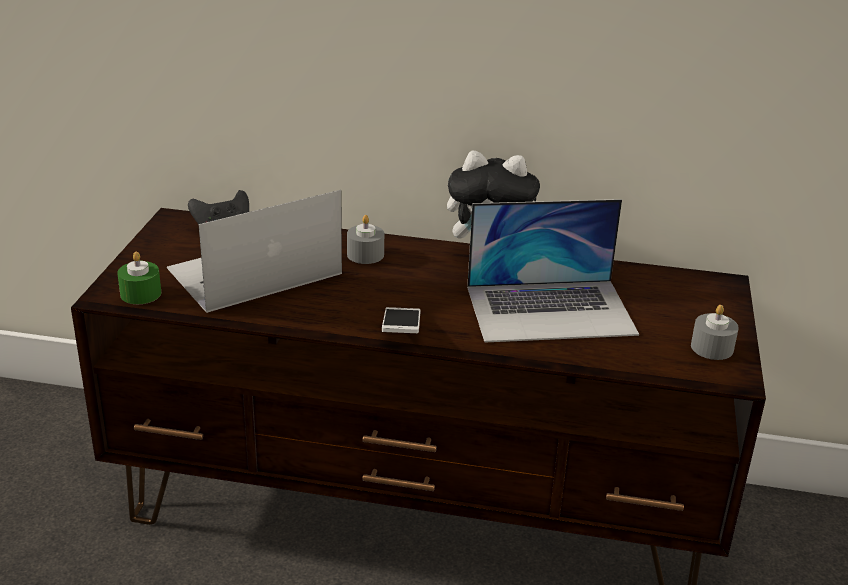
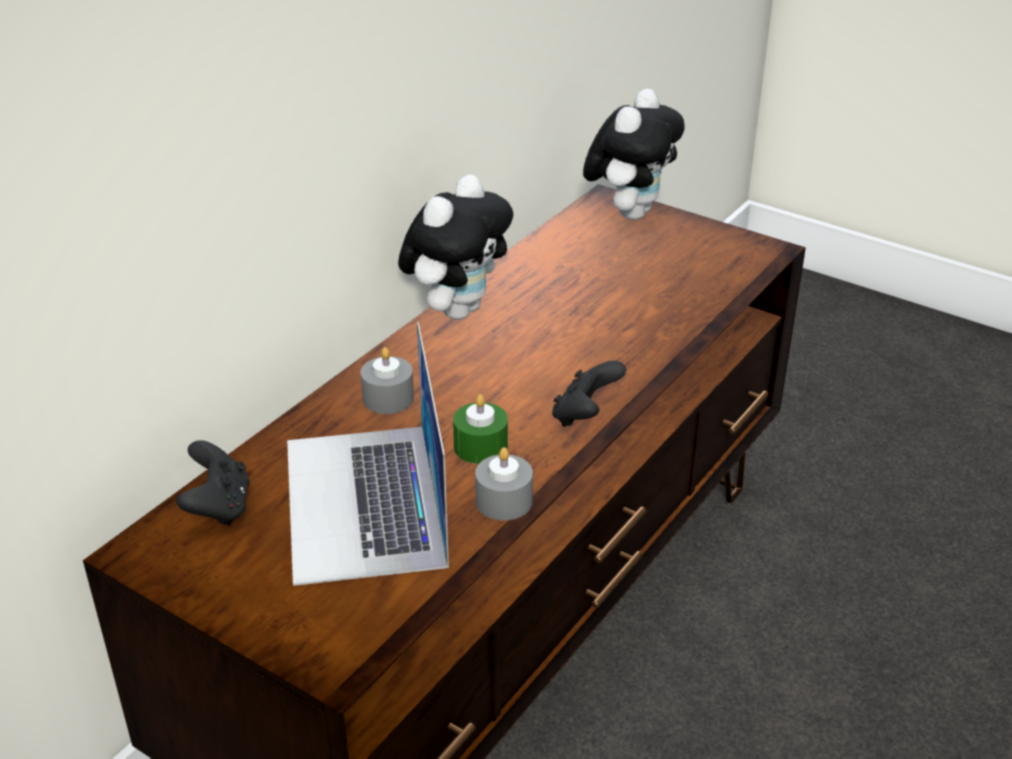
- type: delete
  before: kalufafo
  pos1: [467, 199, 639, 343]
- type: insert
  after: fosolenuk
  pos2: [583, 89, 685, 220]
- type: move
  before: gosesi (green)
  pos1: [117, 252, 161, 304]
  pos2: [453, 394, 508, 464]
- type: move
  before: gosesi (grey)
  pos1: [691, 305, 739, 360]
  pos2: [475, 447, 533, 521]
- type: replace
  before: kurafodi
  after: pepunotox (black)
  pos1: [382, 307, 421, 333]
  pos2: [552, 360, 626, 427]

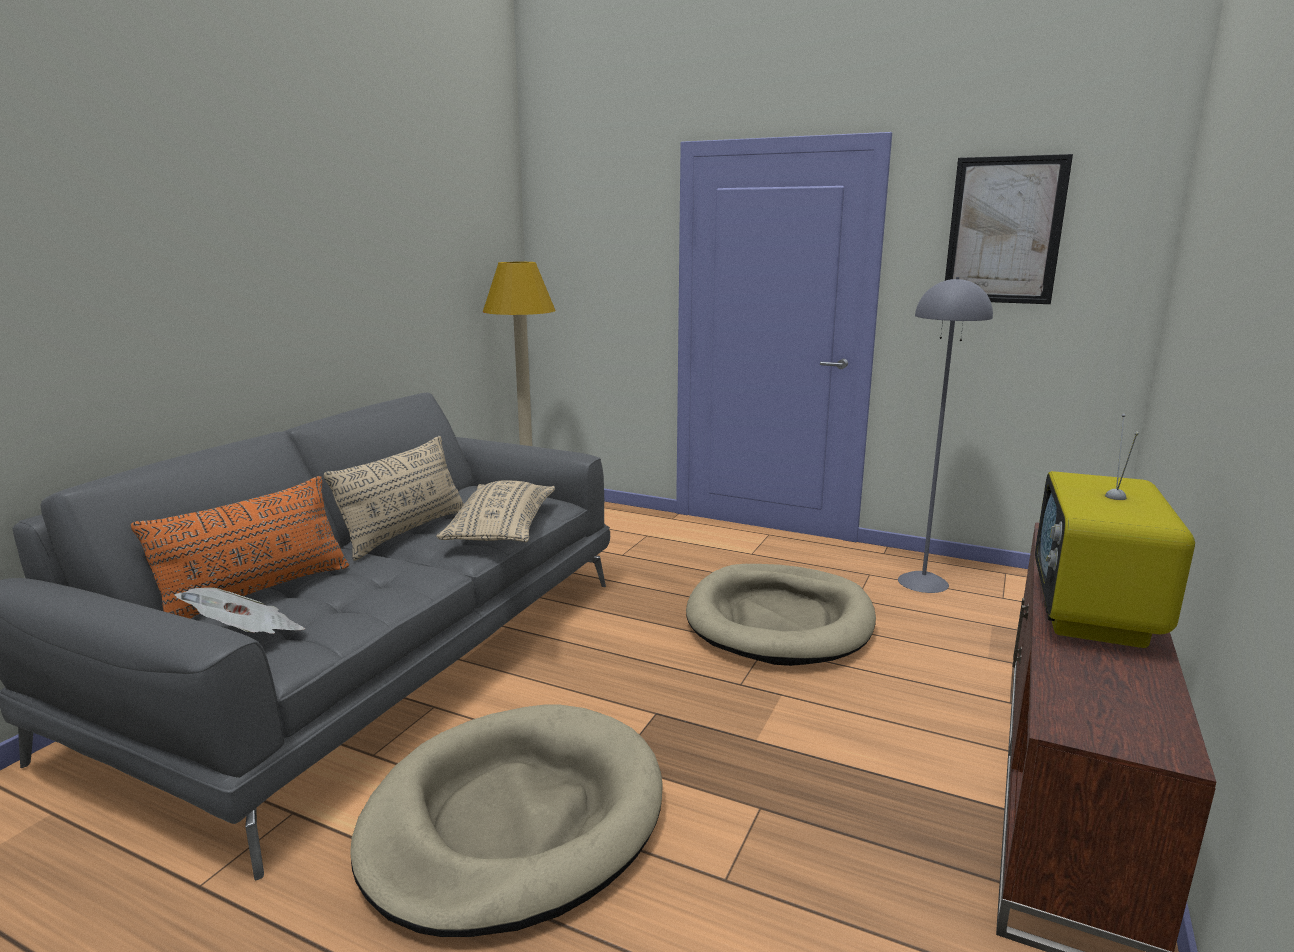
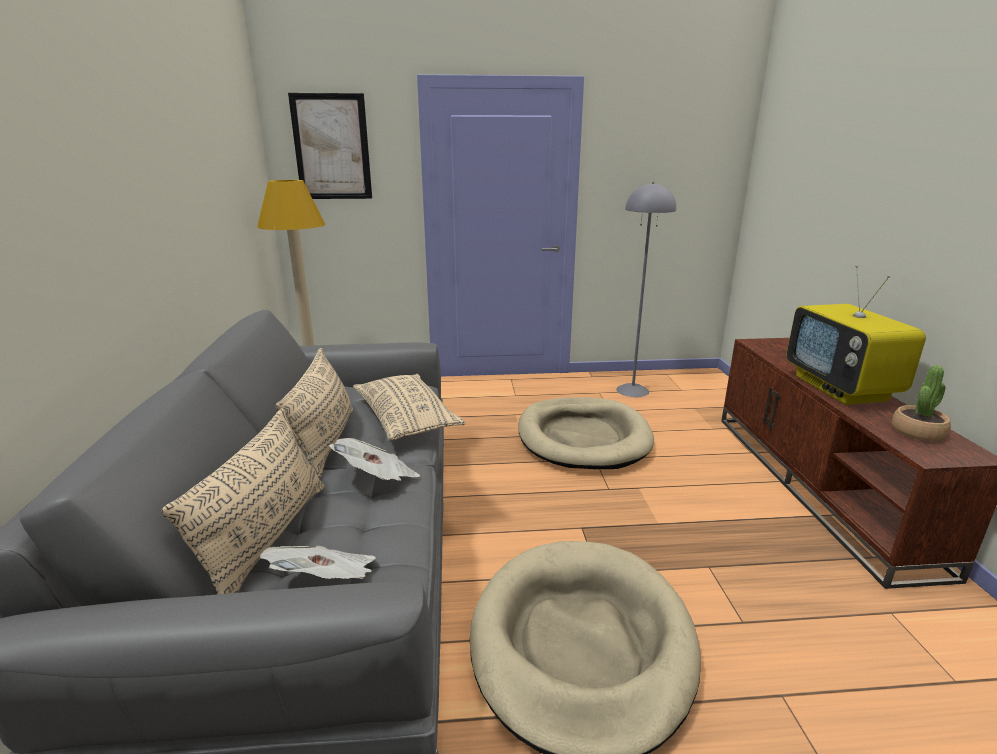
- type: insert
  after: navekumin
  pos2: [329, 438, 420, 481]
- type: insert
  after: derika
  pos2: [892, 365, 951, 442]
- type: move
  before: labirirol
  pos1: [945, 154, 1073, 304]
  pos2: [288, 93, 372, 199]
- type: recolor
  before: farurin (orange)
  after: farurin (beige)
  pos1: [131, 476, 349, 619]
  pos2: [162, 408, 324, 594]

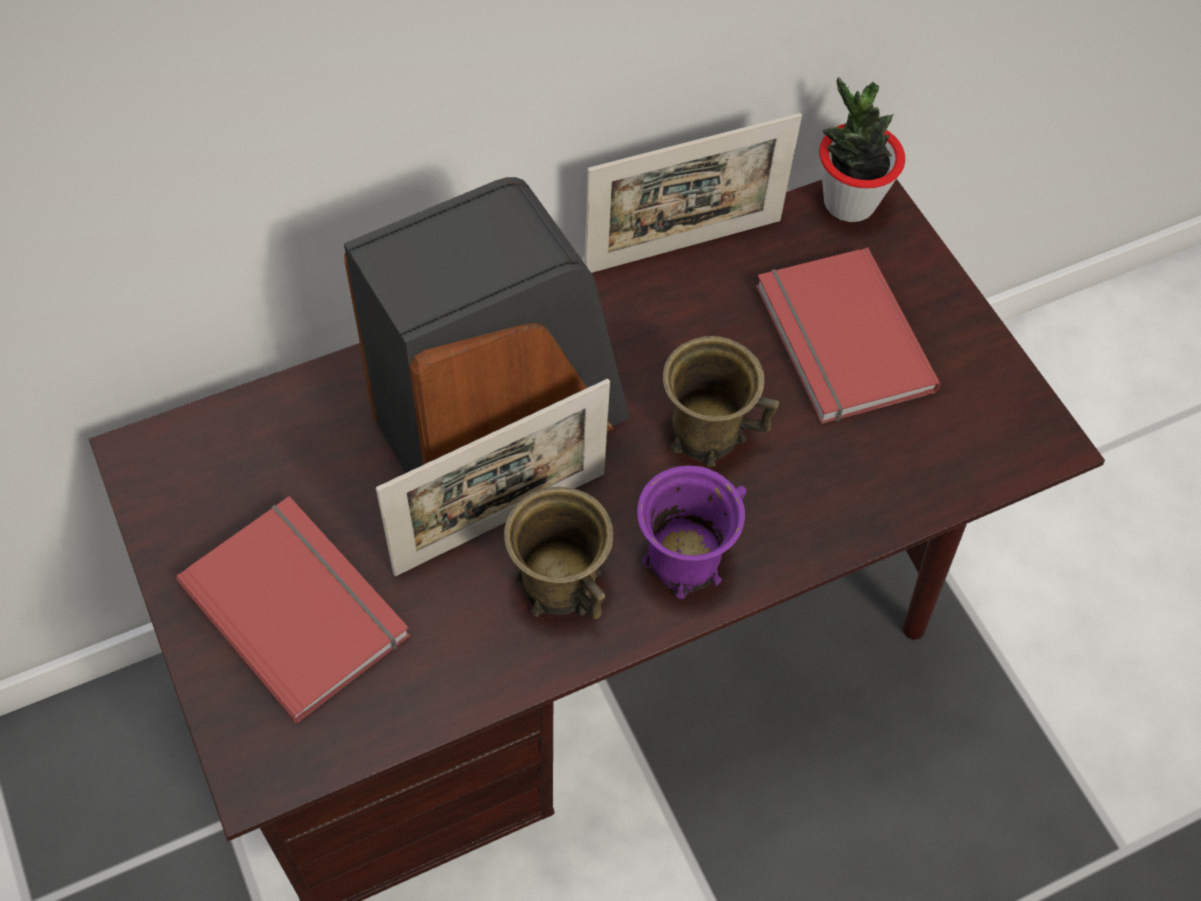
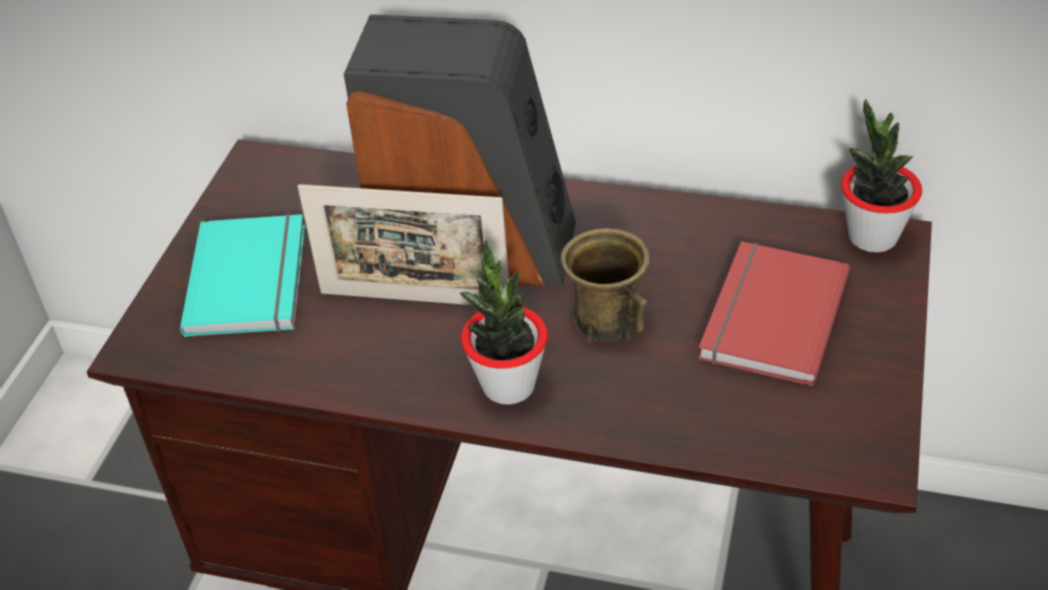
- type: delete
  before: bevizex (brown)
  pos1: [504, 487, 613, 619]
- type: delete
  before: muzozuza
  pos1: [584, 113, 802, 273]
- type: replace
  before: bevizex (purple)
  after: derika
  pos1: [637, 465, 746, 599]
  pos2: [460, 240, 548, 405]
- type: recolor
  before: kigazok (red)
  after: kigazok (turquoise)
  pos1: [176, 496, 410, 723]
  pos2: [180, 214, 305, 337]

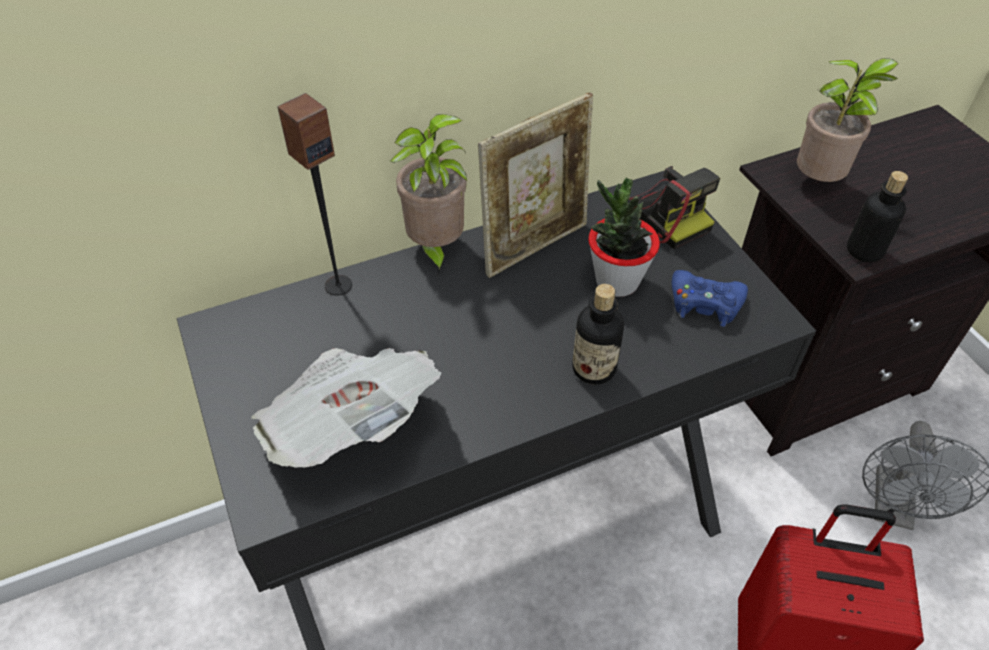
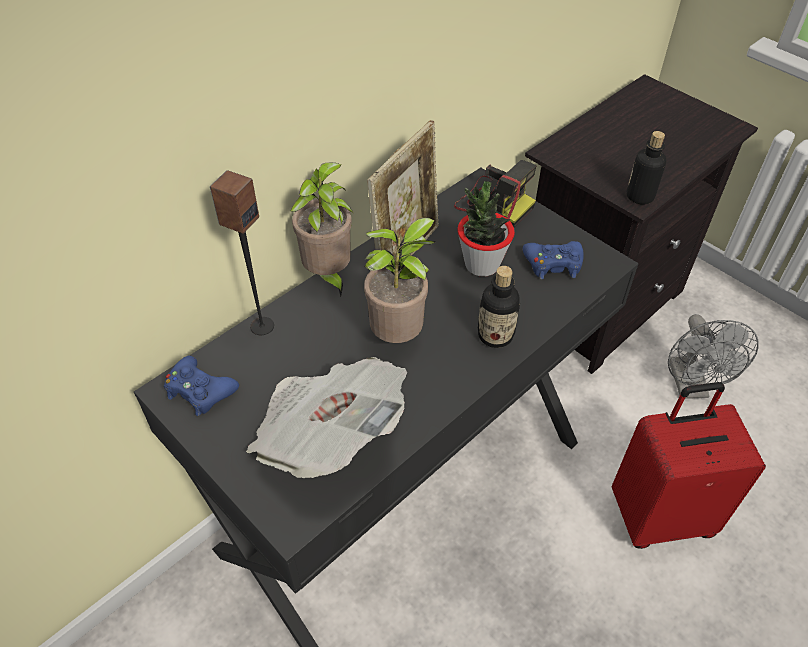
- type: insert
  after: pepunotox (blue)
  pos2: [164, 356, 239, 416]
- type: move
  before: derika
  pos1: [797, 58, 898, 182]
  pos2: [364, 218, 435, 343]

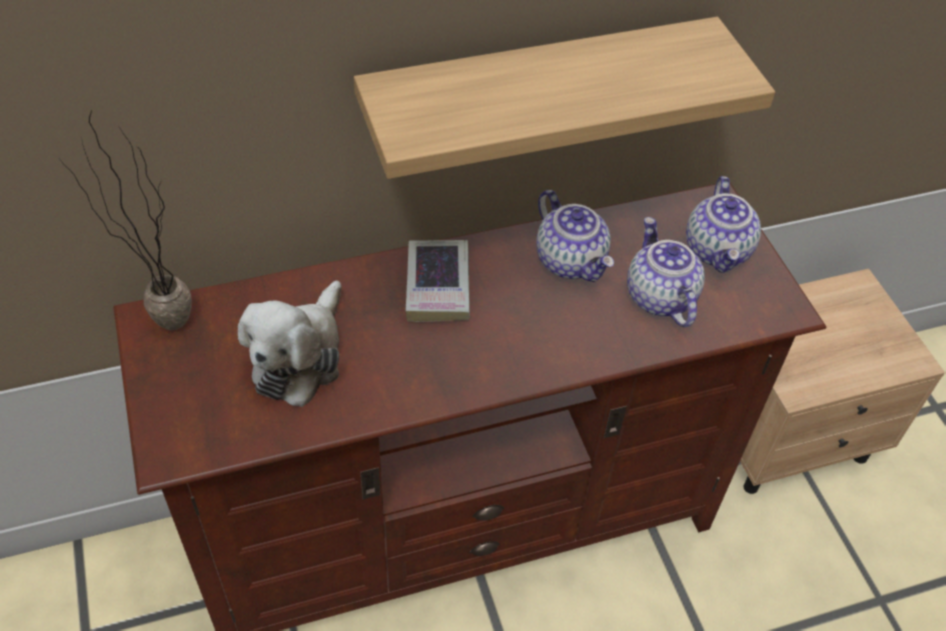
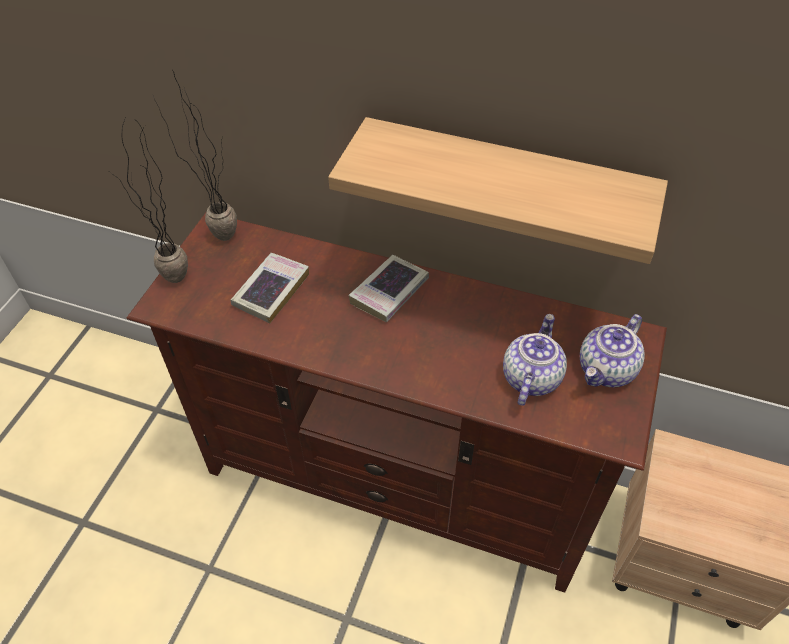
- type: delete
  before: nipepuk
  pos1: [536, 190, 614, 282]
- type: insert
  after: derika
  pos2: [110, 120, 188, 283]
- type: replace
  before: fosolenuk
  after: kigazok
  pos1: [238, 280, 342, 407]
  pos2: [231, 253, 309, 324]

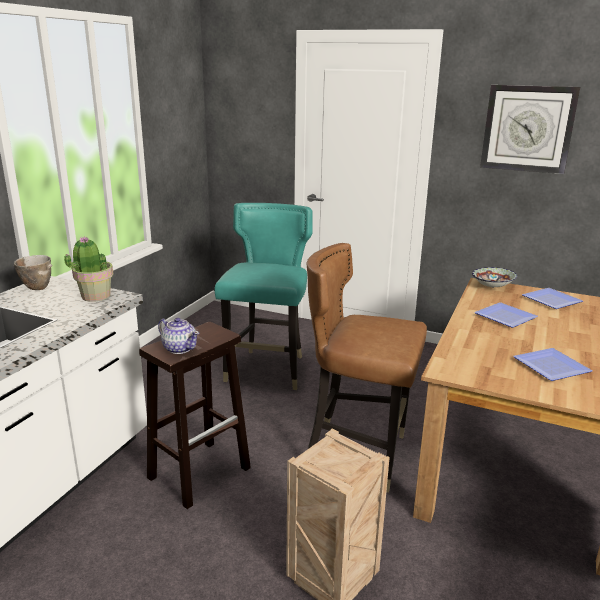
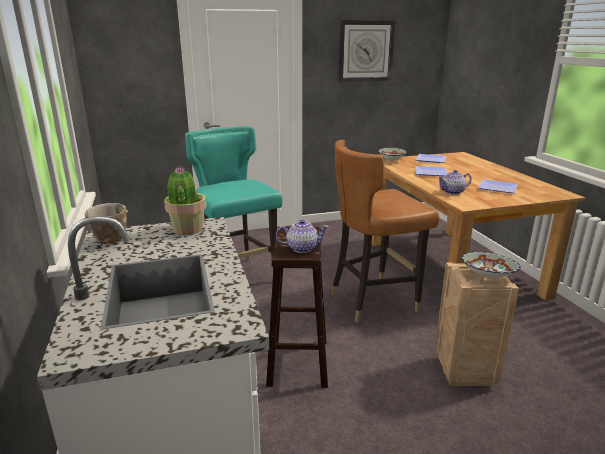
- type: insert
  after: nipepuk
  pos2: [438, 170, 471, 195]
- type: insert
  after: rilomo
  pos2: [461, 252, 521, 278]

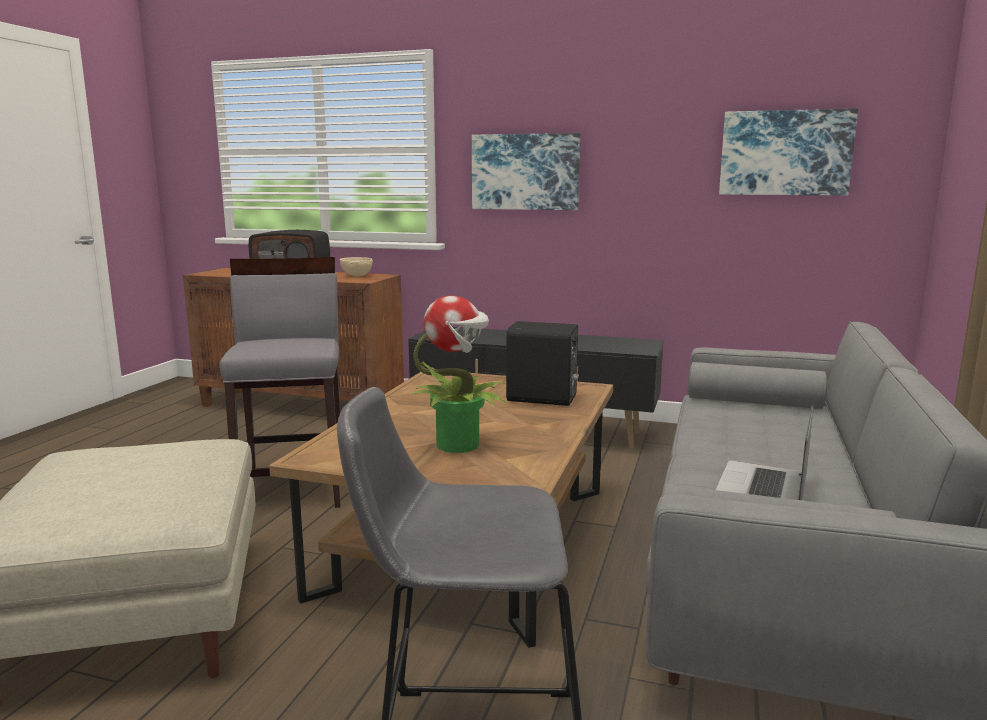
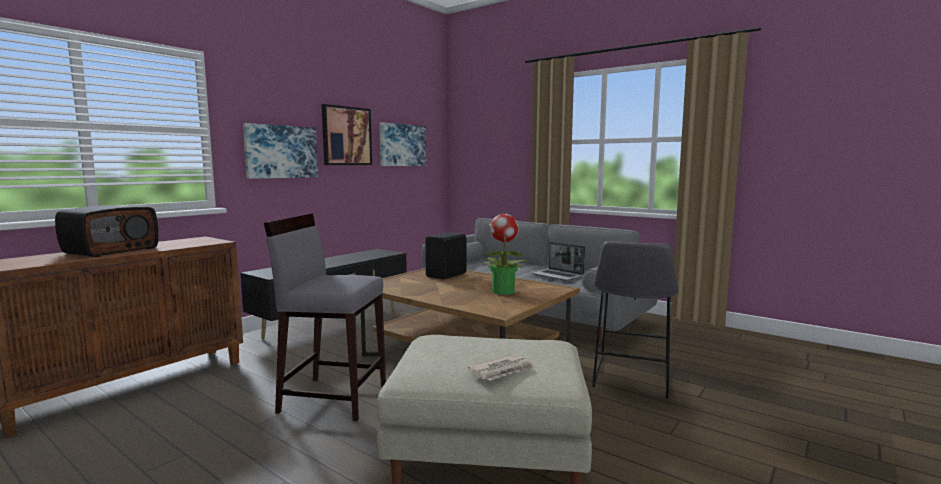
- type: delete
  before: rilomo (beige)
  pos1: [340, 257, 373, 276]
- type: insert
  after: labirirol
  pos2: [322, 104, 372, 165]
- type: insert
  after: navekumin
  pos2: [468, 354, 535, 381]

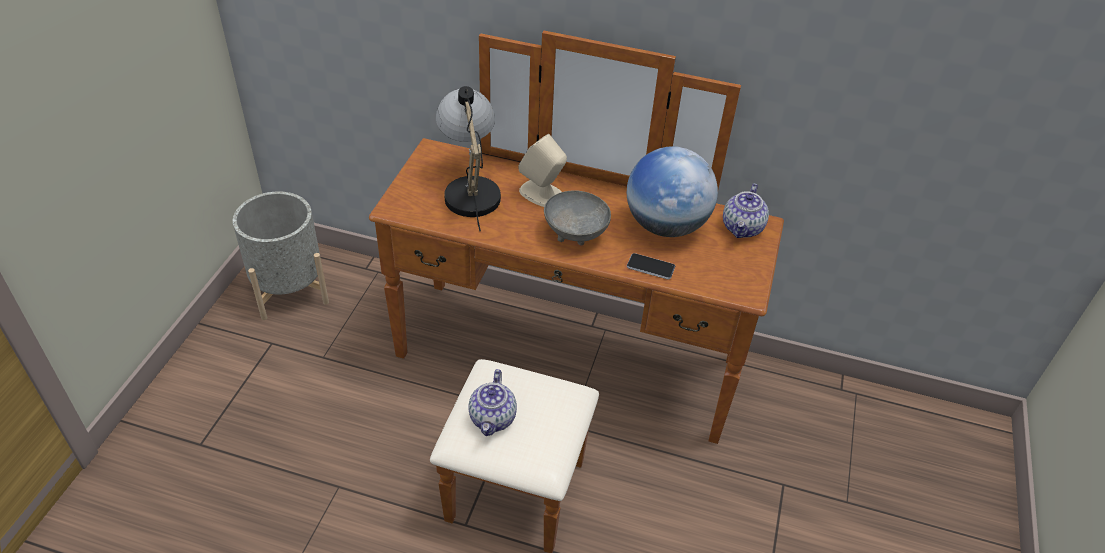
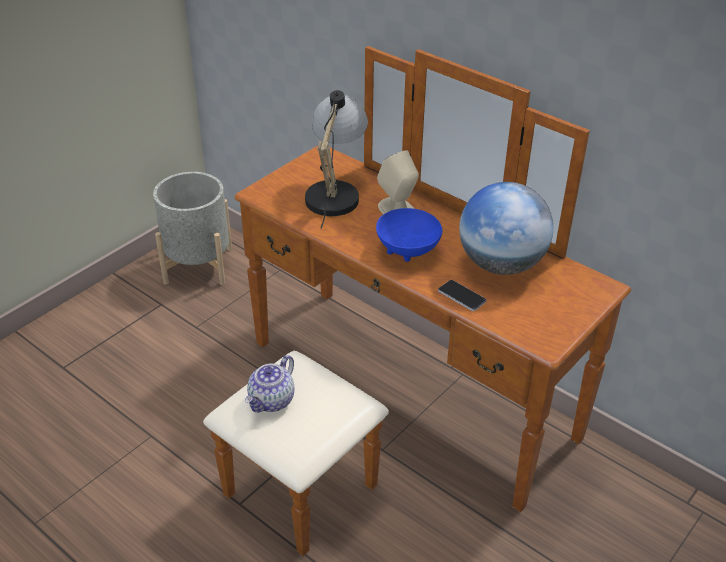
- type: delete
  before: nipepuk
  pos1: [723, 183, 769, 238]
- type: recolor
  before: rilomo (grey)
  after: rilomo (blue)
  pos1: [544, 190, 611, 246]
  pos2: [376, 208, 442, 262]

